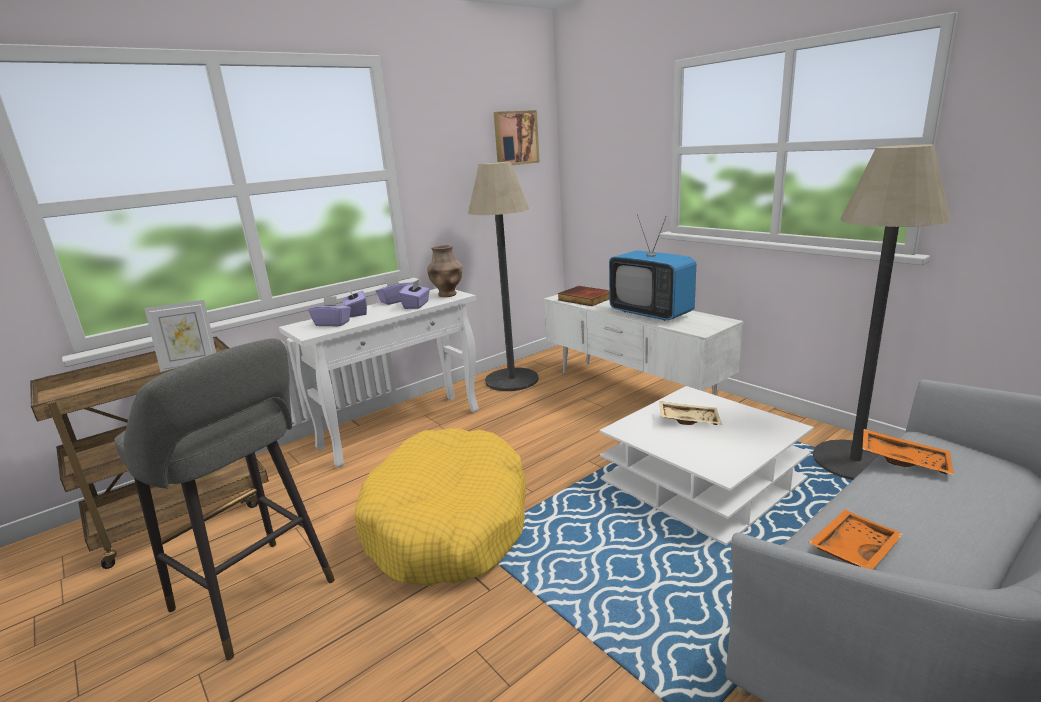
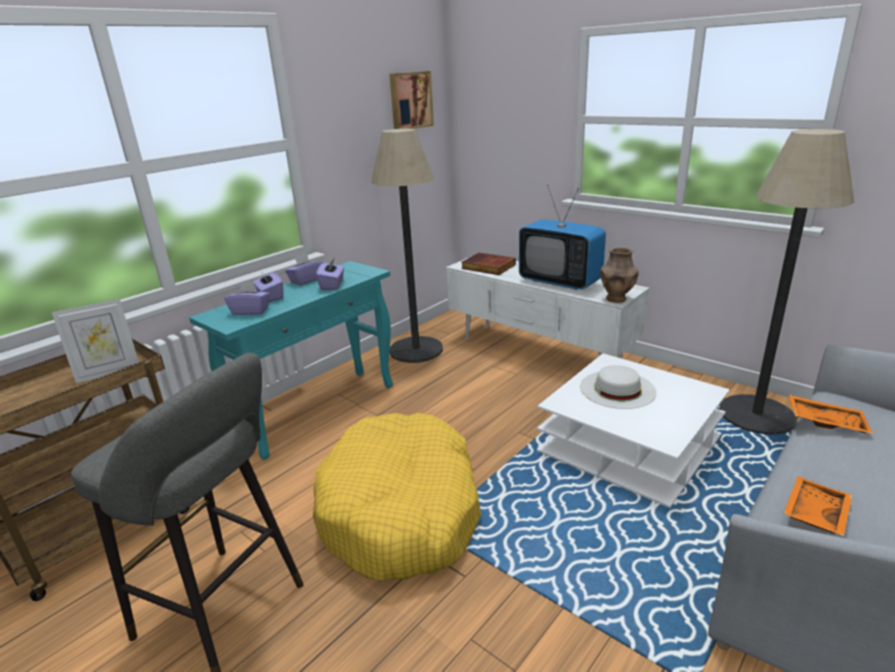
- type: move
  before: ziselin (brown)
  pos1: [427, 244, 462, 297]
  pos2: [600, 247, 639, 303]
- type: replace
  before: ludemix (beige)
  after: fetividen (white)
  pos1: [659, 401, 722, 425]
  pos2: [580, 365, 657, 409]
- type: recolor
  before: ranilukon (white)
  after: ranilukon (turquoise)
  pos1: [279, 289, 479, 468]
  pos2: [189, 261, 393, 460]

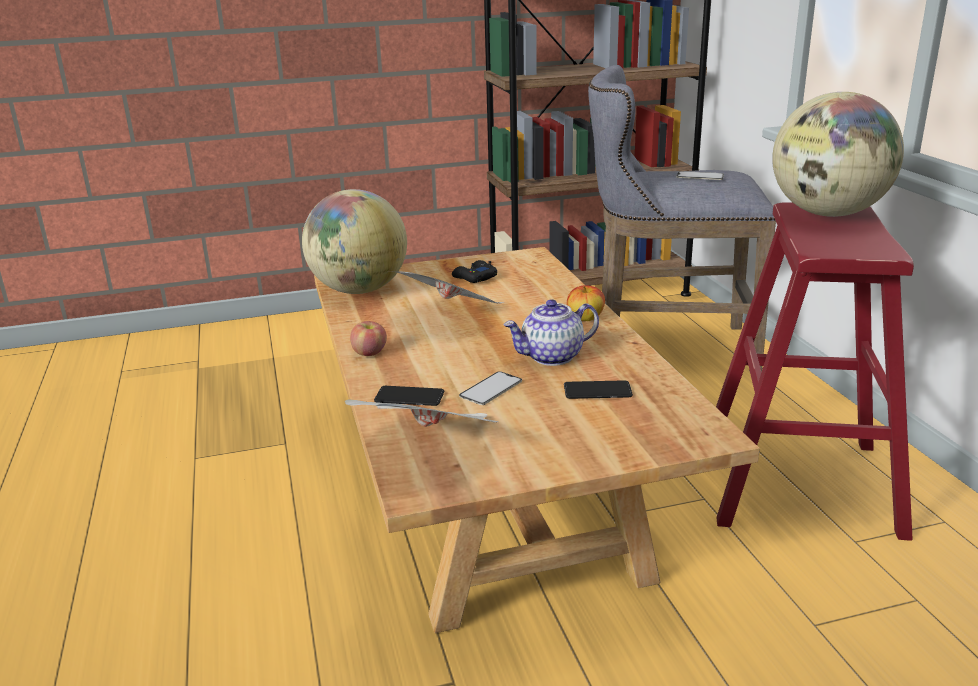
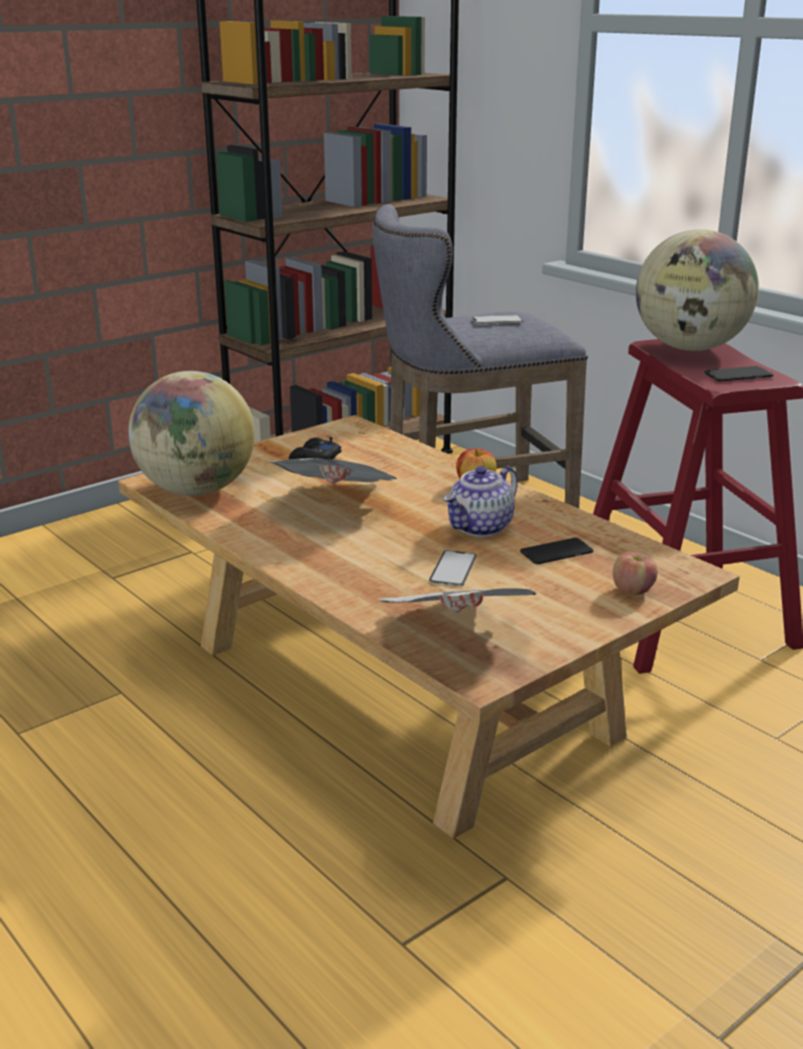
- type: move
  before: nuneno
  pos1: [350, 321, 387, 356]
  pos2: [613, 552, 658, 595]
- type: move
  before: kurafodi
  pos1: [374, 386, 444, 406]
  pos2: [704, 366, 773, 381]

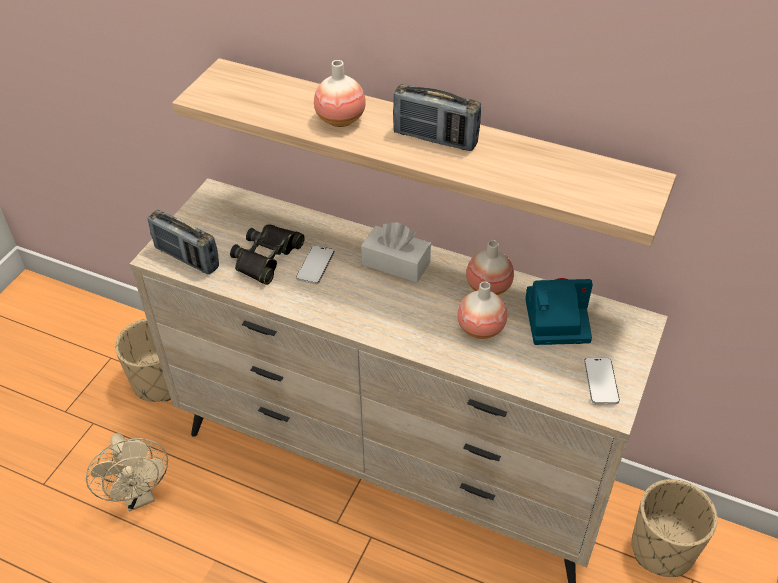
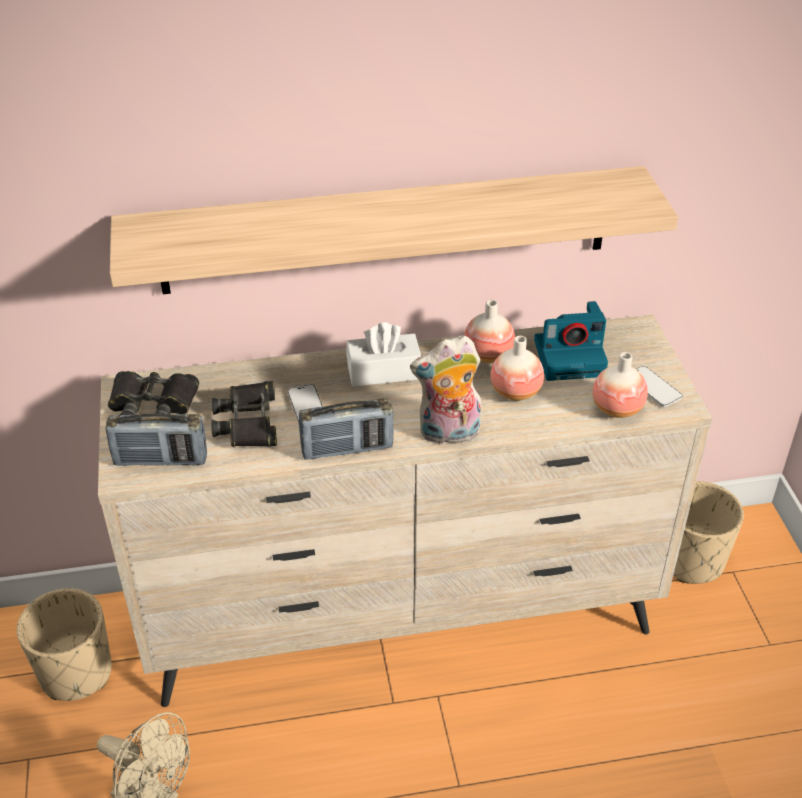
- type: insert
  after: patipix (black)
  pos2: [108, 371, 199, 415]
- type: insert
  after: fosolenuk
  pos2: [410, 336, 481, 444]
- type: move
  before: ziselin
  pos1: [314, 60, 366, 127]
  pos2: [592, 352, 648, 418]
- type: move
  before: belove
  pos1: [393, 84, 481, 151]
  pos2: [299, 398, 394, 460]
- type: rotate
  before: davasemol
  pos1: [525, 278, 593, 345]
  pos2: [534, 301, 608, 381]
  turn: -150

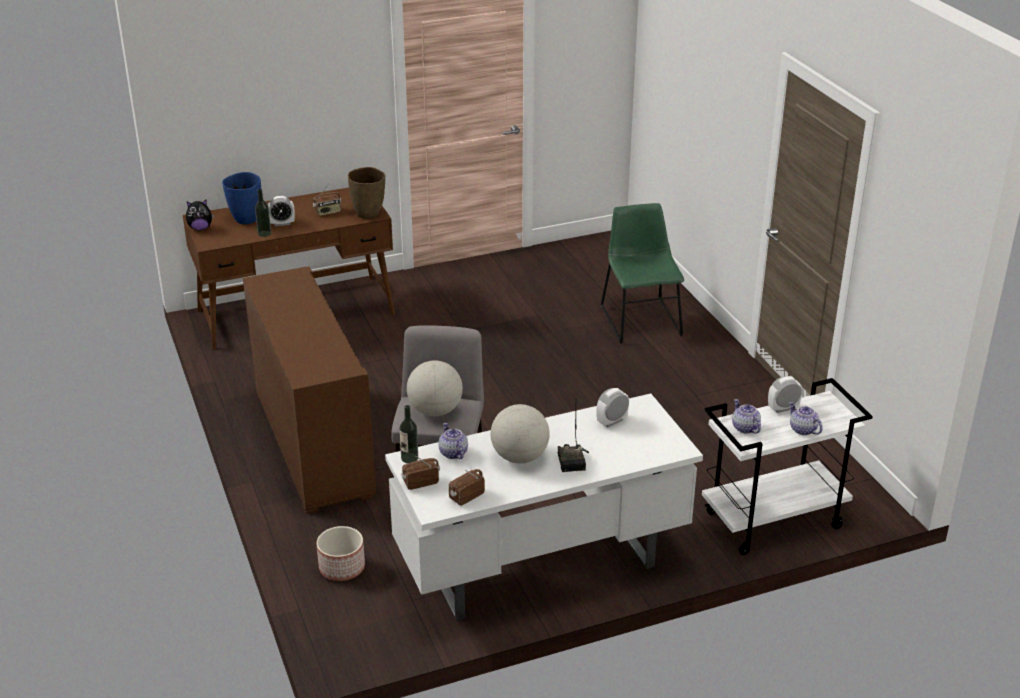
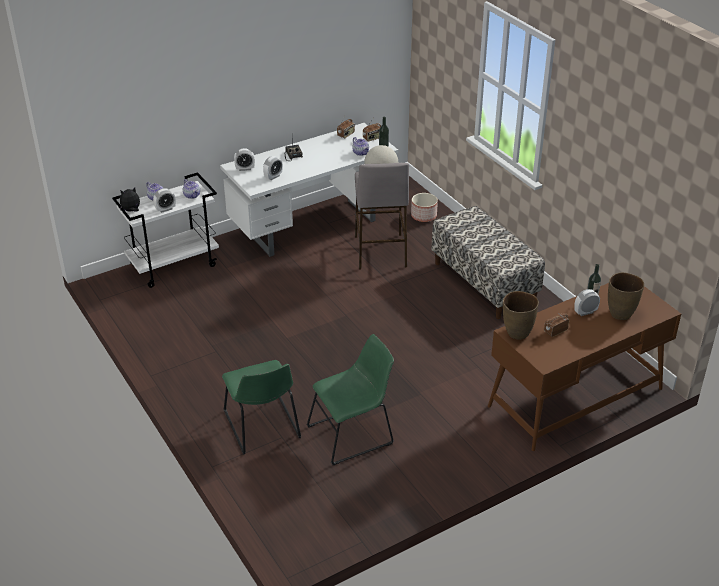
- type: delete
  before: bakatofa
  pos1: [491, 404, 550, 463]
- type: insert
  after: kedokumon
  pos2: [234, 148, 255, 171]
- type: insert
  after: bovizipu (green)
  pos2: [306, 334, 394, 465]
- type: move
  before: fosolenuk
  pos1: [186, 200, 214, 230]
  pos2: [120, 187, 140, 212]
- type: replace
  before: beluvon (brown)
  after: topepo
  pos1: [243, 267, 376, 514]
  pos2: [431, 206, 545, 319]
- type: recolor
  before: ziselin (blue)
  after: ziselin (brown)
  pos1: [222, 172, 261, 224]
  pos2: [608, 272, 644, 320]

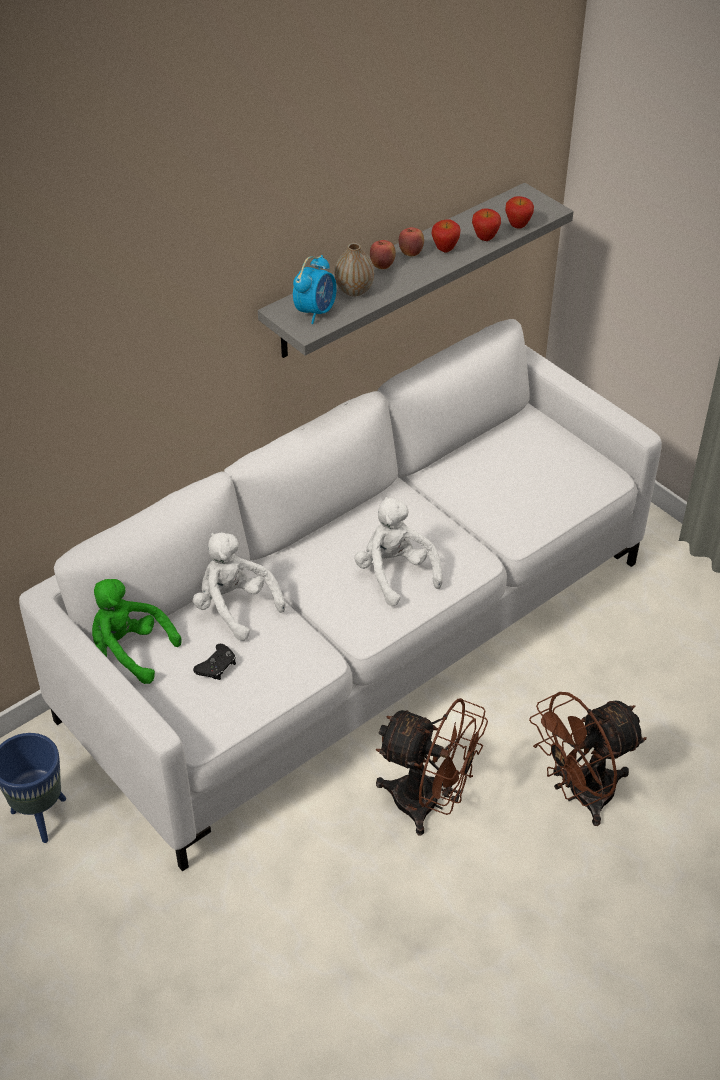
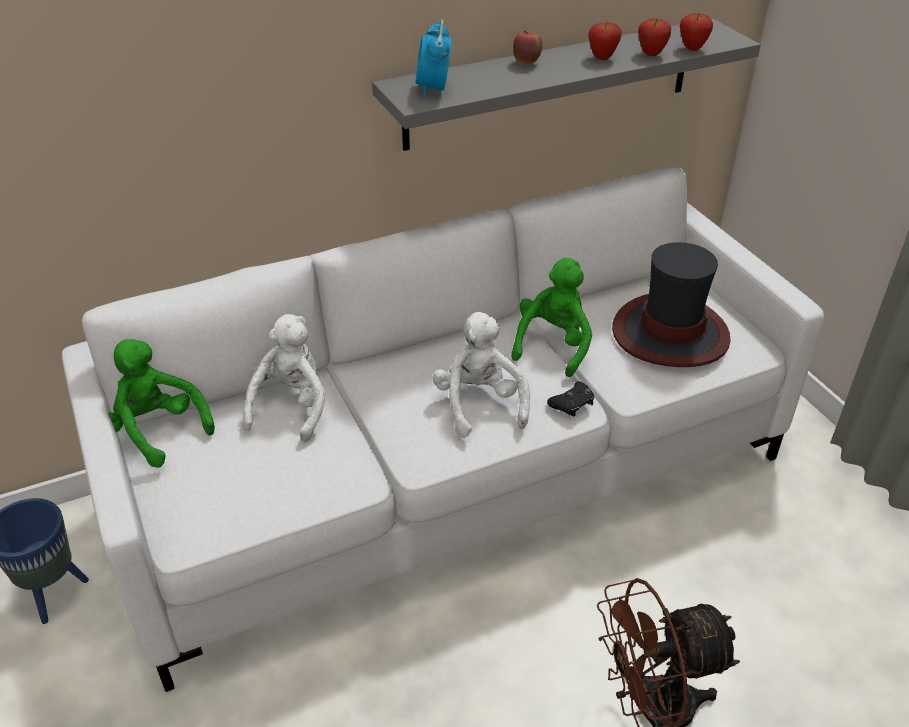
- type: delete
  before: ziselin
  pos1: [335, 243, 374, 296]
- type: delete
  before: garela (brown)
  pos1: [376, 698, 488, 836]
- type: delete
  before: nuneno
  pos1: [399, 227, 424, 256]
- type: insert
  after: fosolenuk (green)
  pos2: [511, 258, 592, 377]
- type: insert
  after: fetividen
  pos2: [612, 242, 730, 367]
- type: move
  before: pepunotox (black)
  pos1: [193, 644, 236, 680]
  pos2: [547, 382, 594, 416]
- type: rotate
  before: fosolenuk (white)
  pos1: [193, 532, 286, 641]
  pos2: [242, 314, 326, 442]
  turn: 45
- type: rotate
  before: kedokumon
  pos1: [293, 255, 337, 324]
  pos2: [416, 19, 451, 98]
  turn: 135

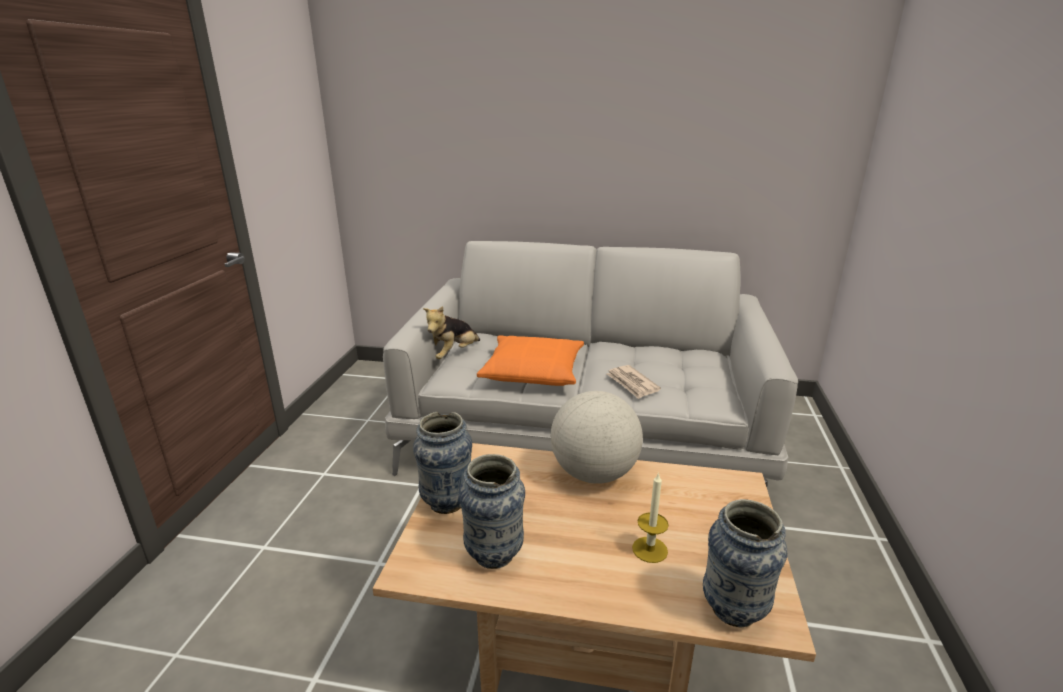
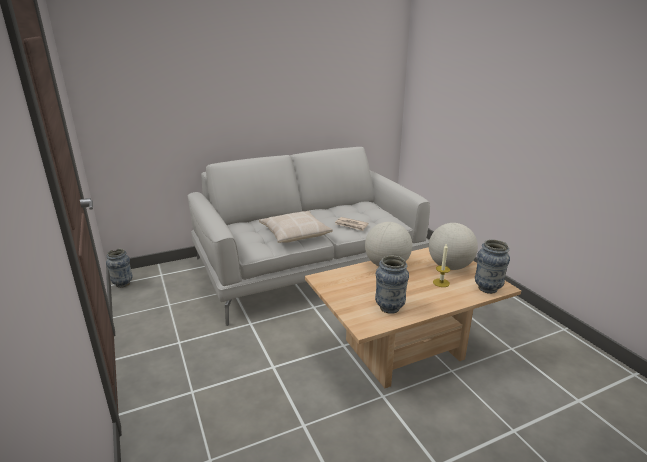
- type: delete
  before: fosolenuk
  pos1: [423, 306, 480, 359]
- type: insert
  after: bakatofa
  pos2: [429, 223, 478, 270]
- type: move
  before: ziselin
  pos1: [413, 412, 472, 514]
  pos2: [106, 248, 133, 288]
- type: recolor
  before: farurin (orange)
  after: farurin (beige)
  pos1: [477, 335, 584, 386]
  pos2: [259, 211, 333, 243]

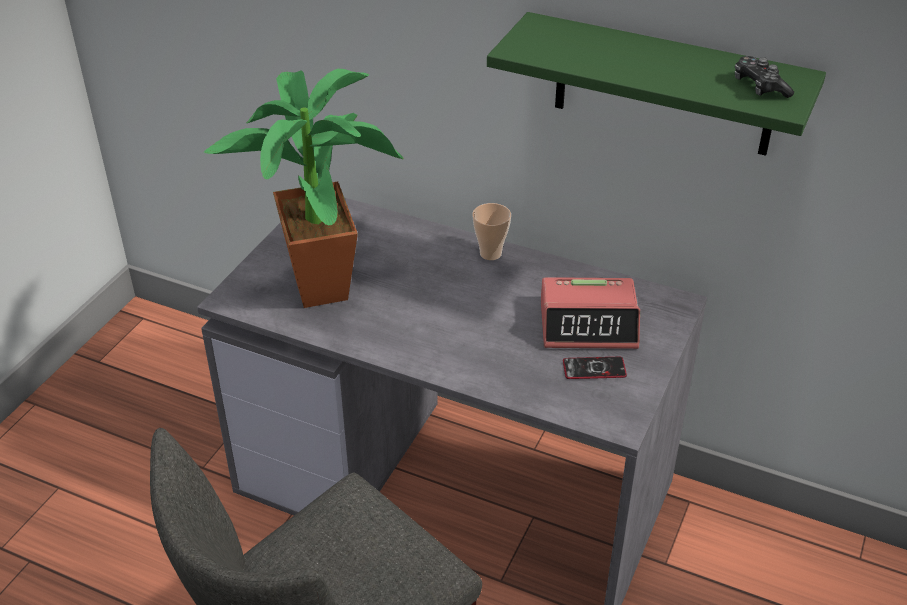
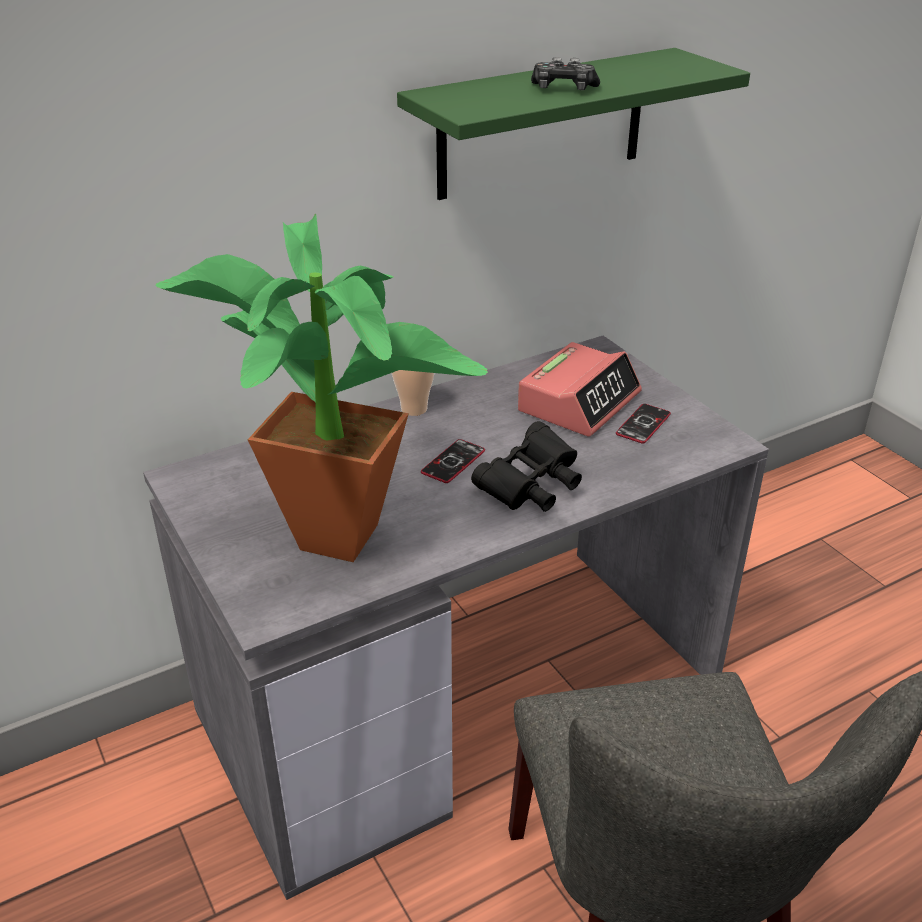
- type: insert
  after: kurafodi
  pos2: [421, 439, 485, 483]
- type: insert
  after: patipix (black)
  pos2: [471, 421, 582, 512]
- type: move
  before: pepunotox
  pos1: [734, 56, 794, 98]
  pos2: [531, 57, 600, 90]

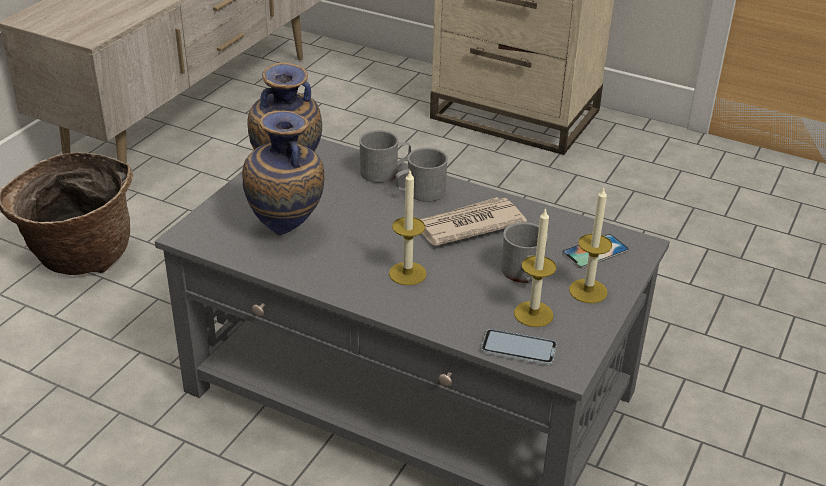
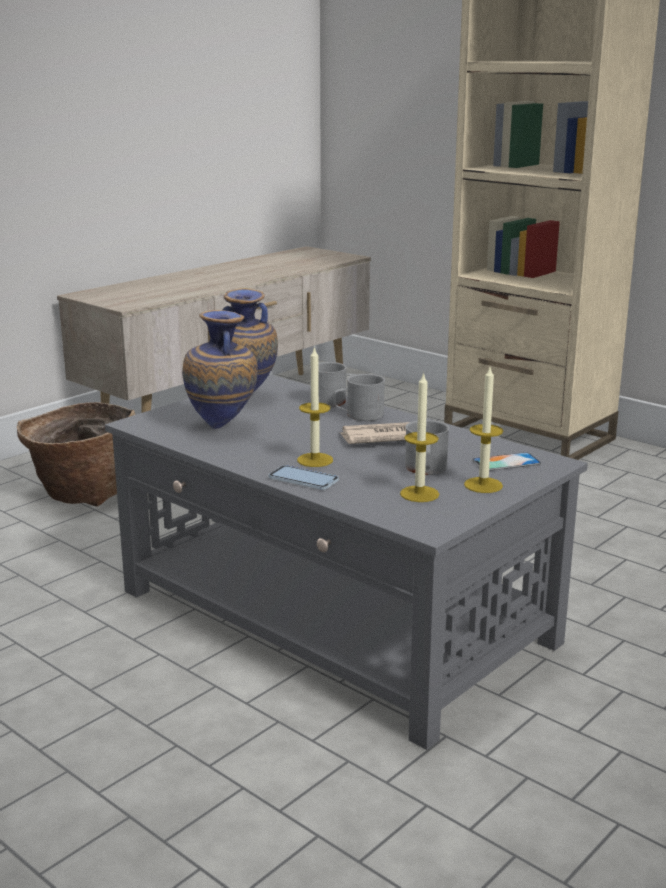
- type: move
  before: kurafodi
  pos1: [481, 329, 557, 365]
  pos2: [269, 465, 339, 490]

